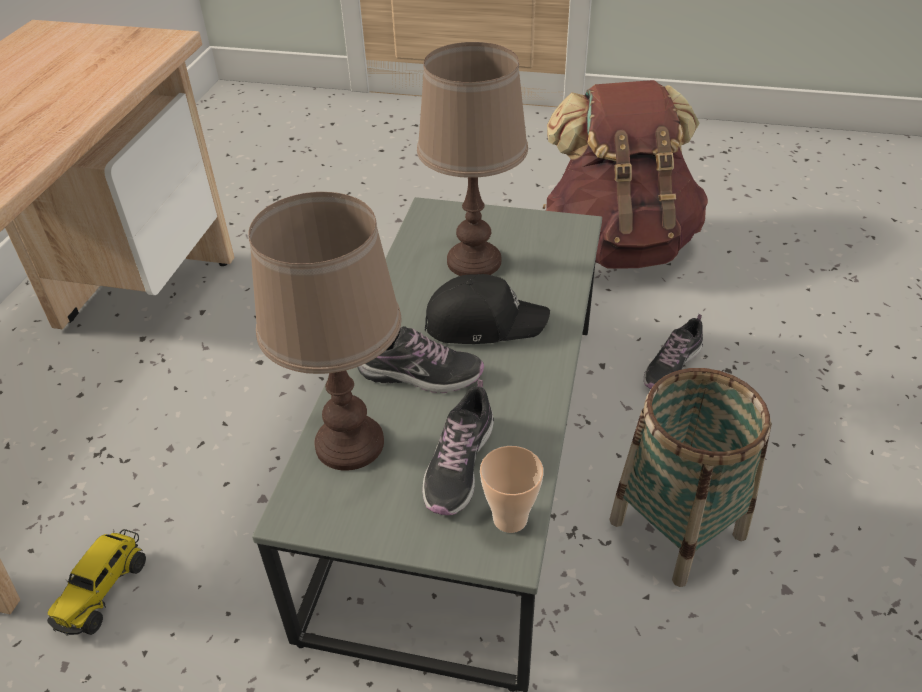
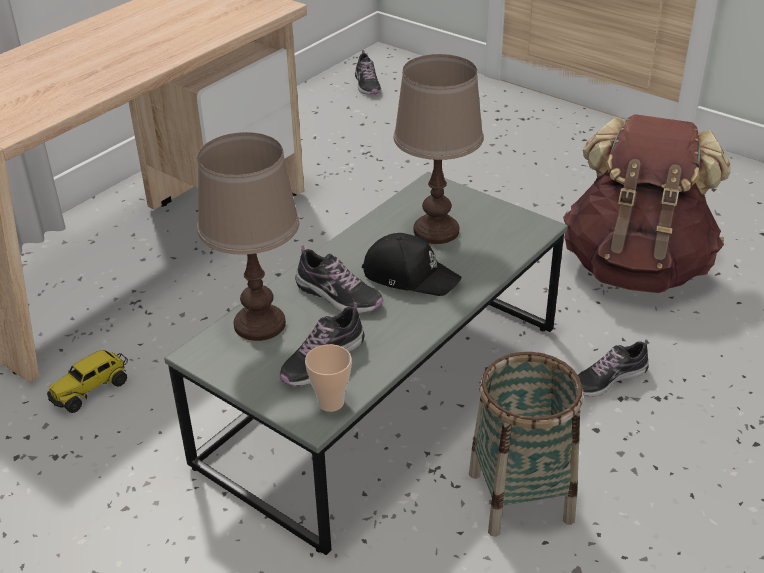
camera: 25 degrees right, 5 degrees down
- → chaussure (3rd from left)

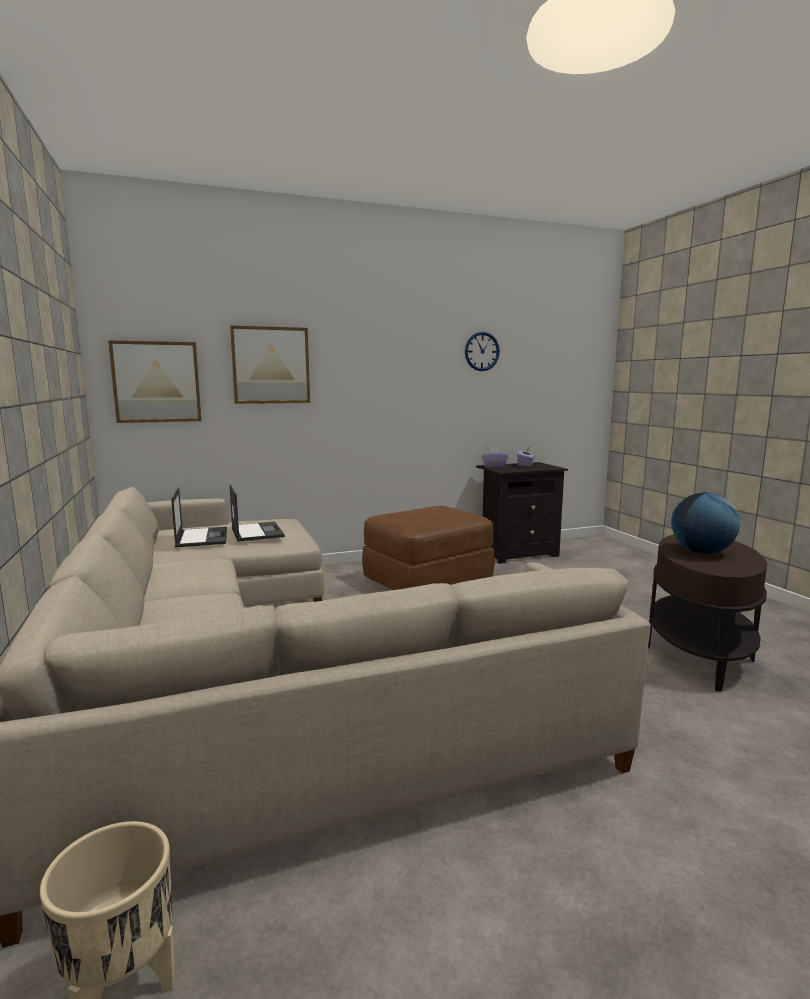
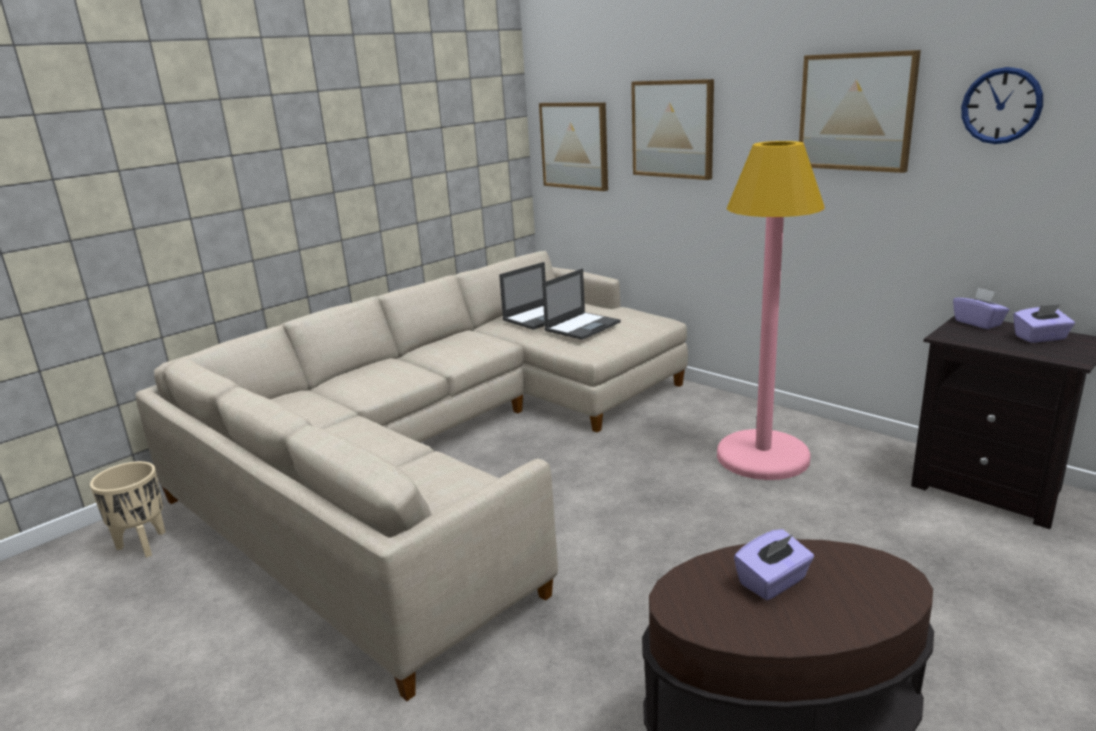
camera: 65 degrees right, 10 degrees up
pouf/marron → lampadaire/rose
globe → boîte à mouchoirs/violet (1st from left)
- → tableau (3rd from left)

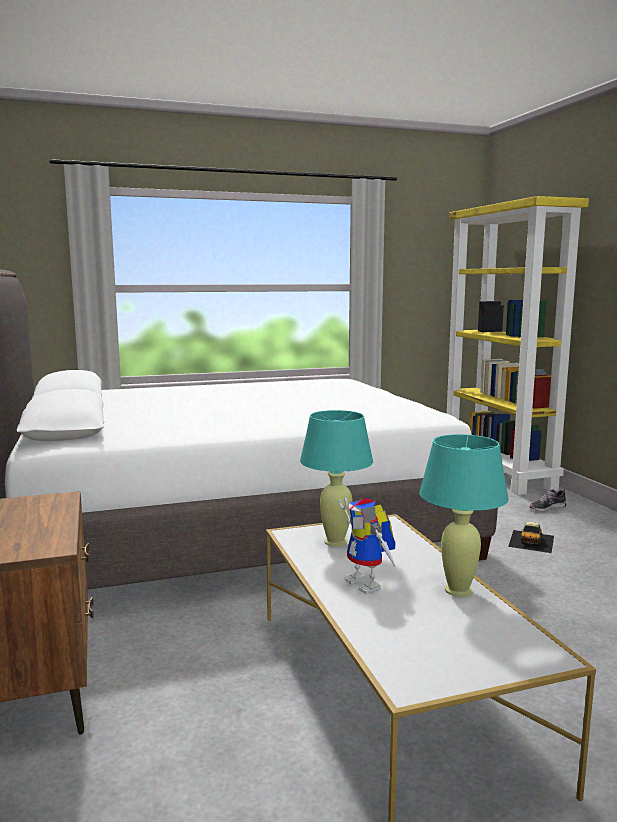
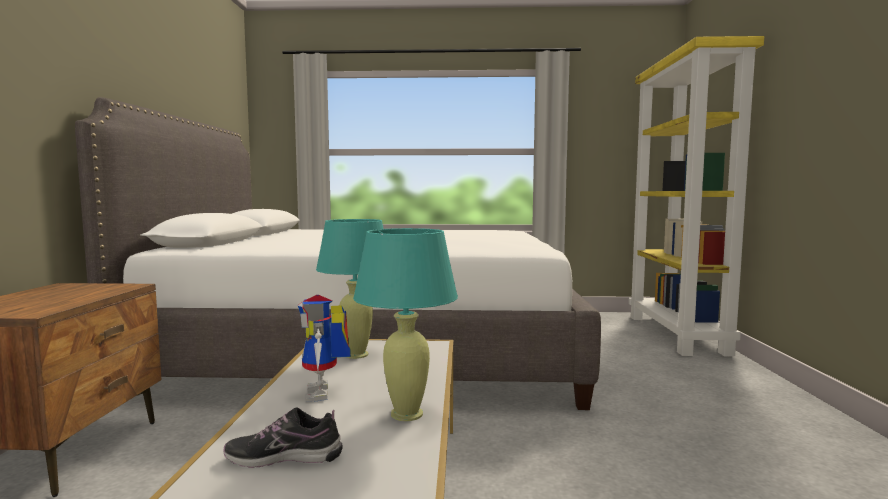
camera: 20 degrees right, 5 degrees down
chaussure, moved
petite voiture → -

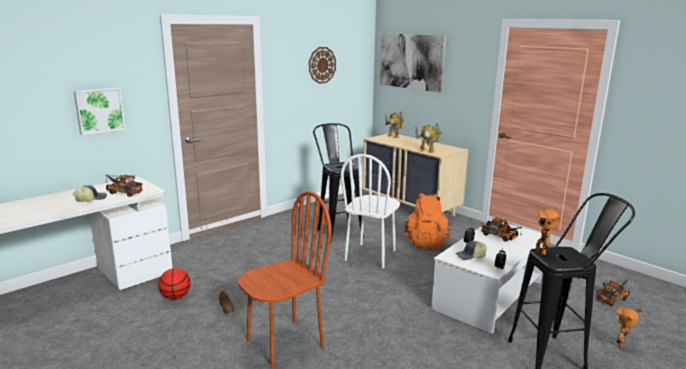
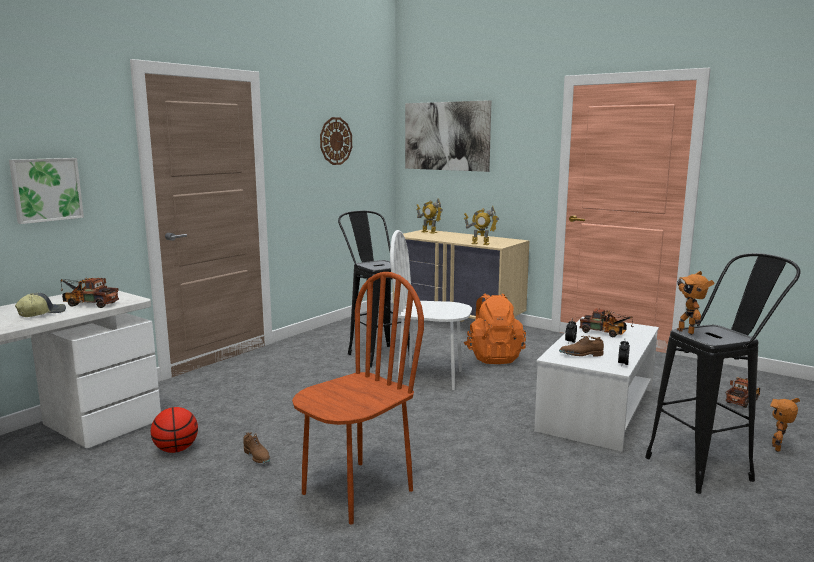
camera: 10 degrees left, 5 degrees down
chaise/blanc, 90 degrees clockwise
casquette (2nd from left) → chaussure/marron (2nd from left)

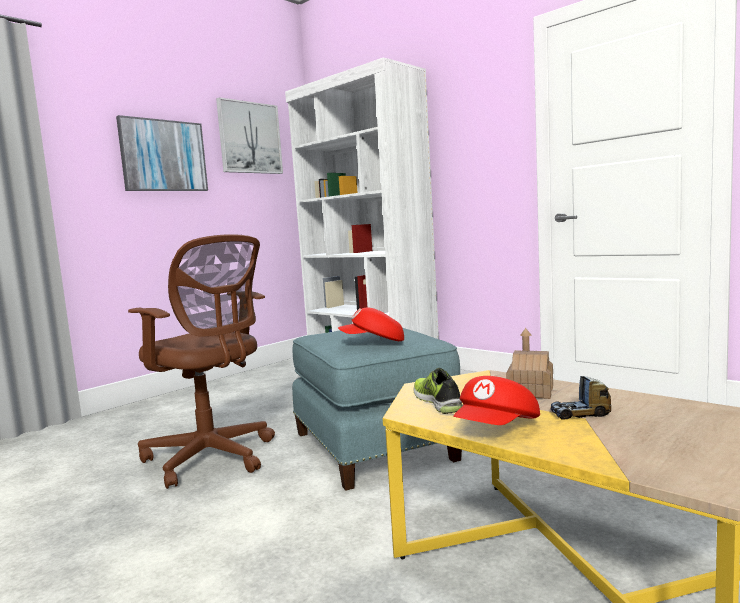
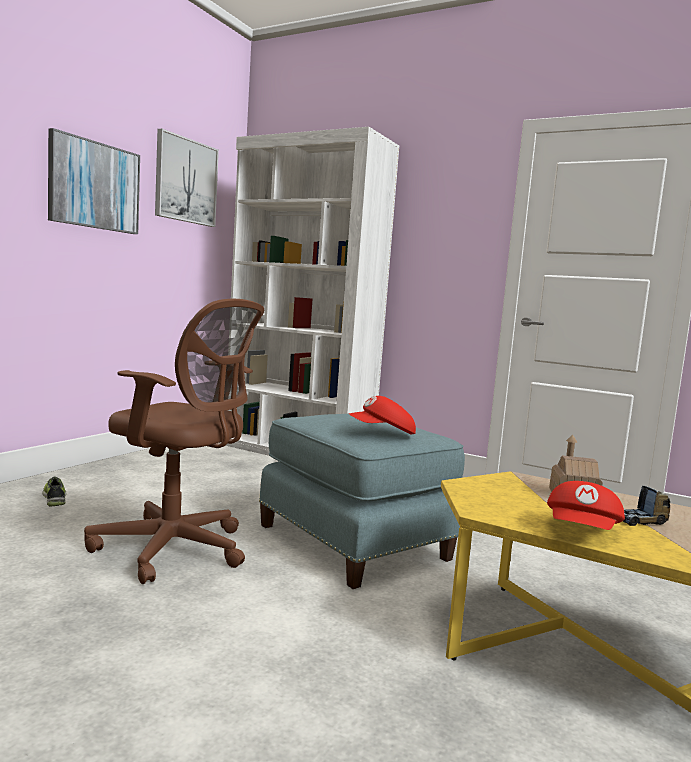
camera: 15 degrees left, 0 degrees up
chaussure, moved

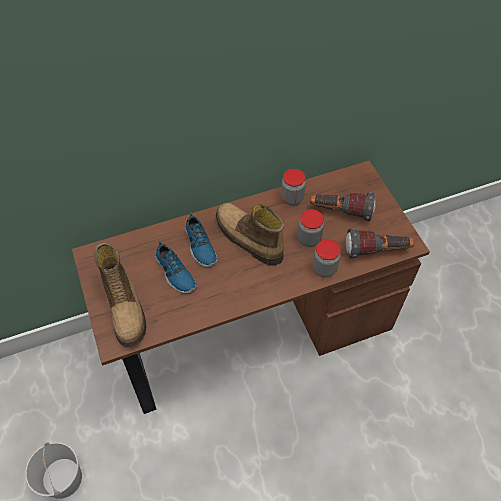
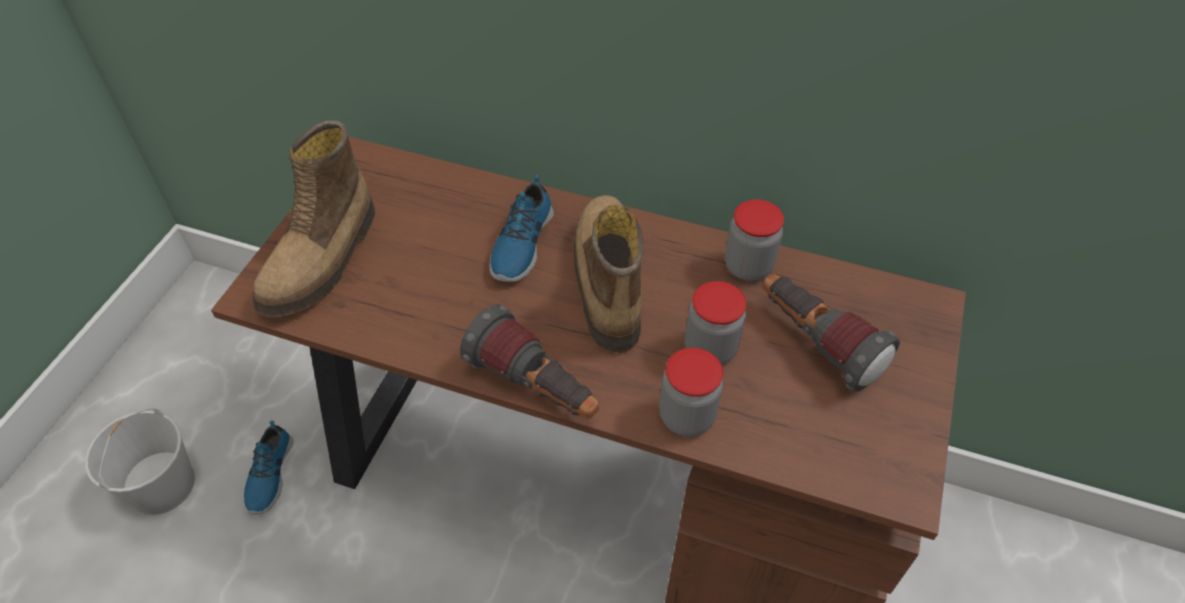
camera: 40 degrees right, 5 degrees down
chaussure (1st from left), moved
lampe de poche (2nd from left in the first image) → lampe de poche (1st from left), moved

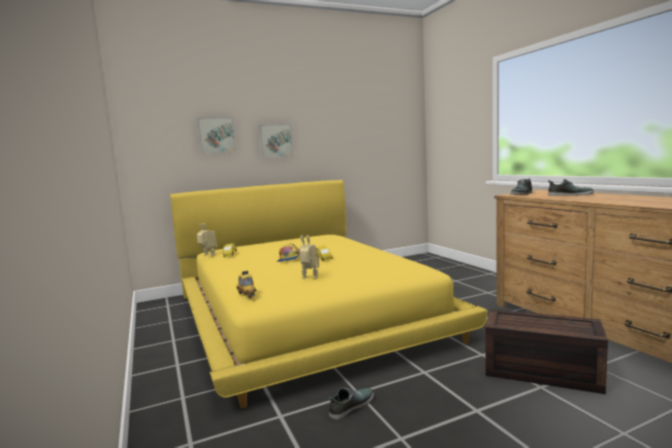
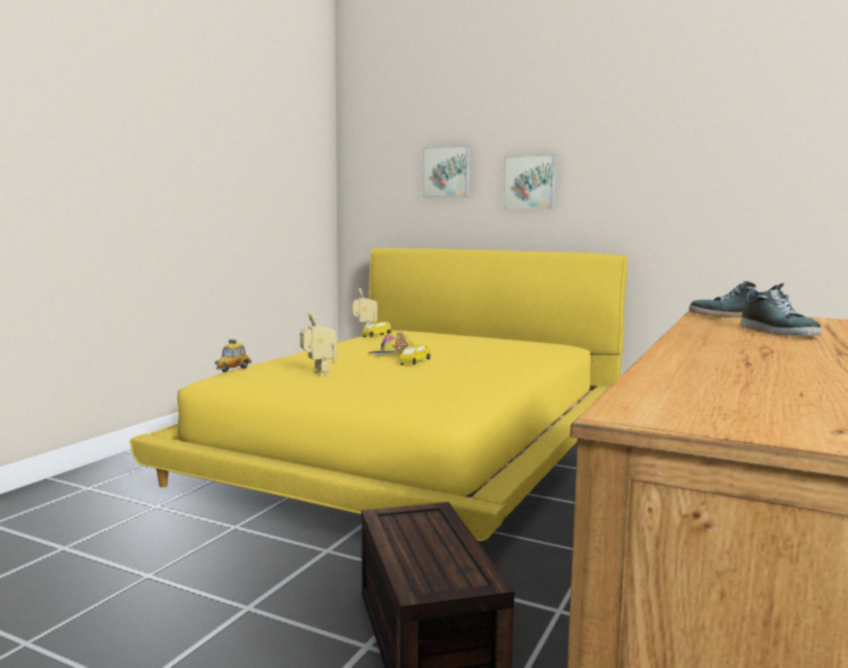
camera: 50 degrees right, 0 degrees up
chaussure (1st from left) → -

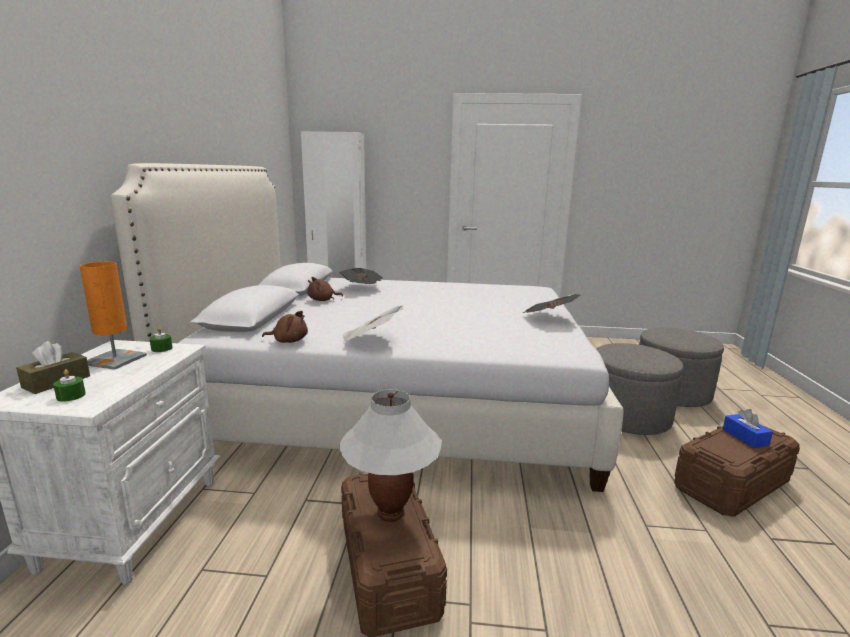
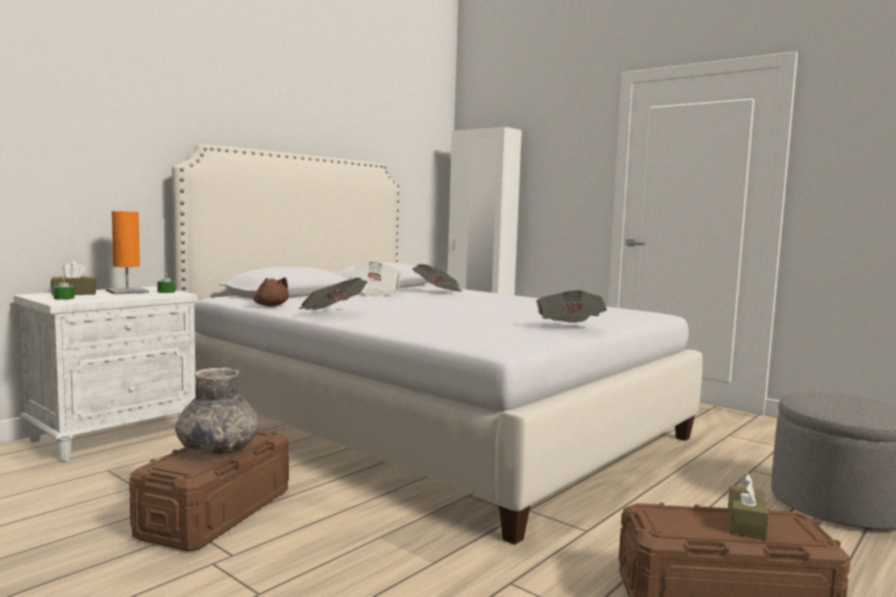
camera: 35 degrees right, 10 degrees down
lampe de table/blanc → vase/gris
peluche/marron (2nd from left) → journal (2nd from left)
boîte à mouchoirs/bleu → boîte à mouchoirs/marron (2nd from left)
pouf/gris (1st from left) → -

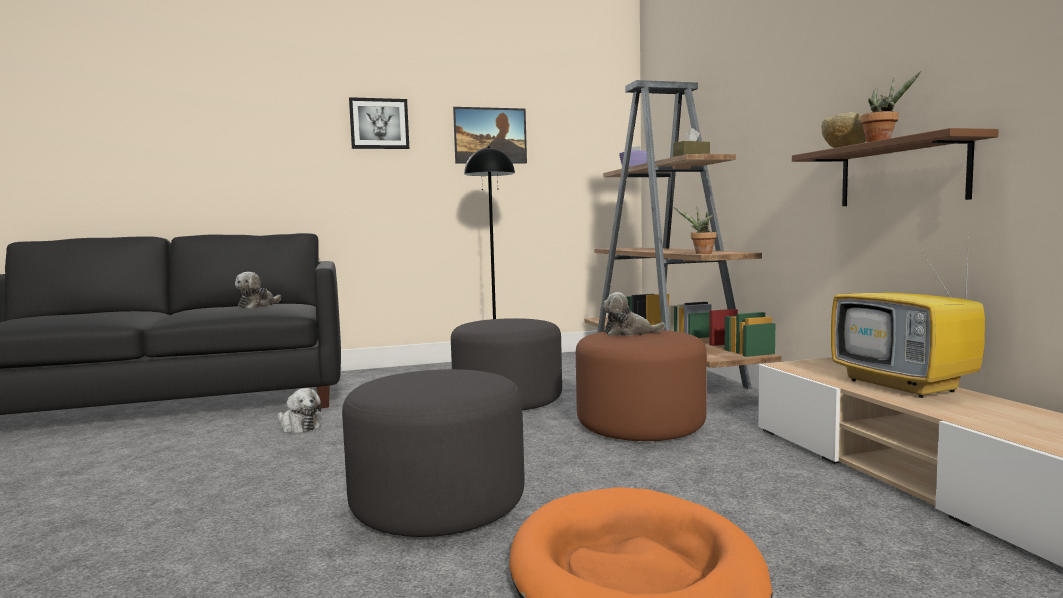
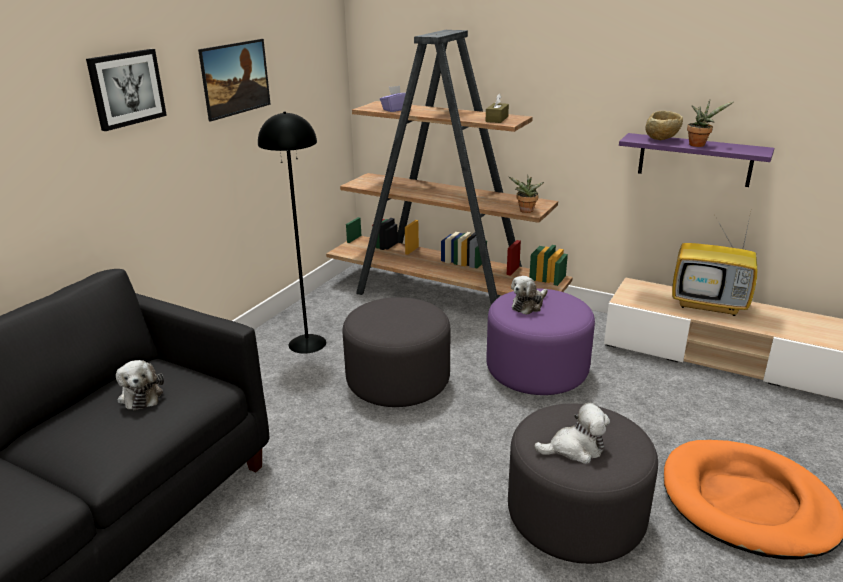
camera: 45 degrees left, 20 degrees up
pouf/marron → pouf/violet
peluche (2nd from left in the first image) → peluche (3rd from left), moved
étagère/marron → étagère/violet

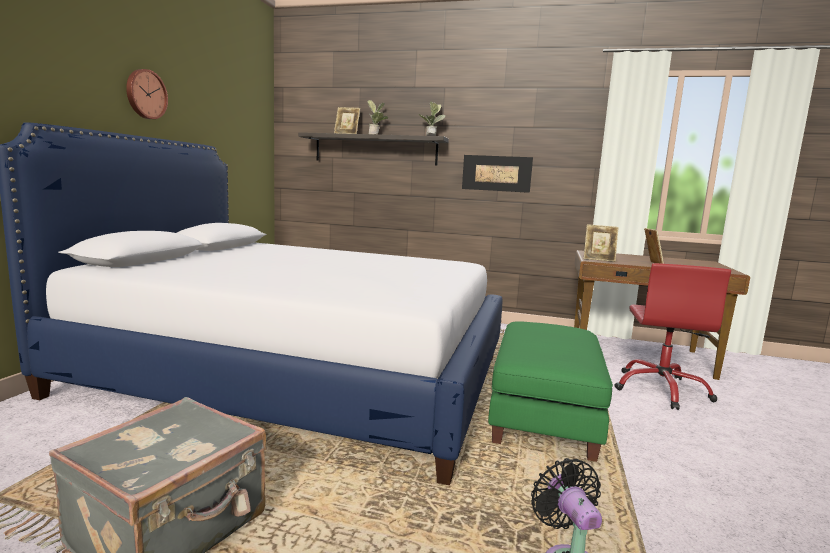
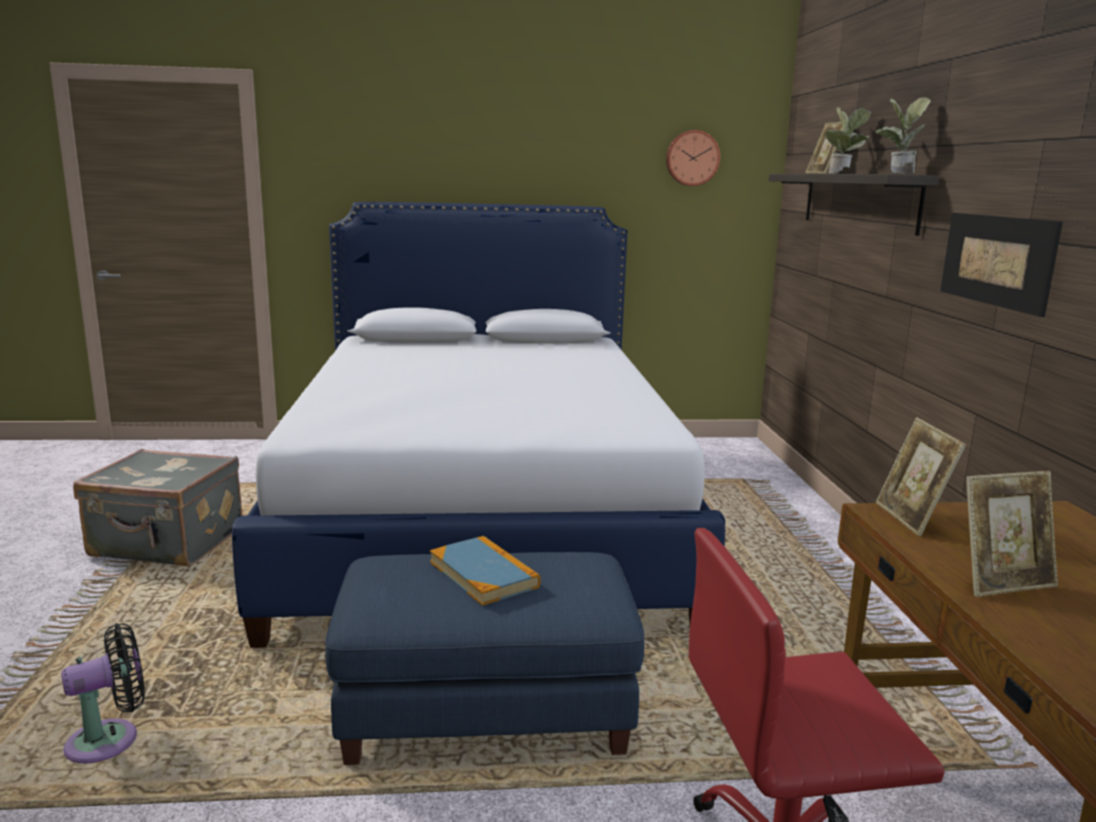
camera: 70 degrees right, 5 degrees up
pouf/vert → pouf/bleu
- → livre
horloge murale, moved

